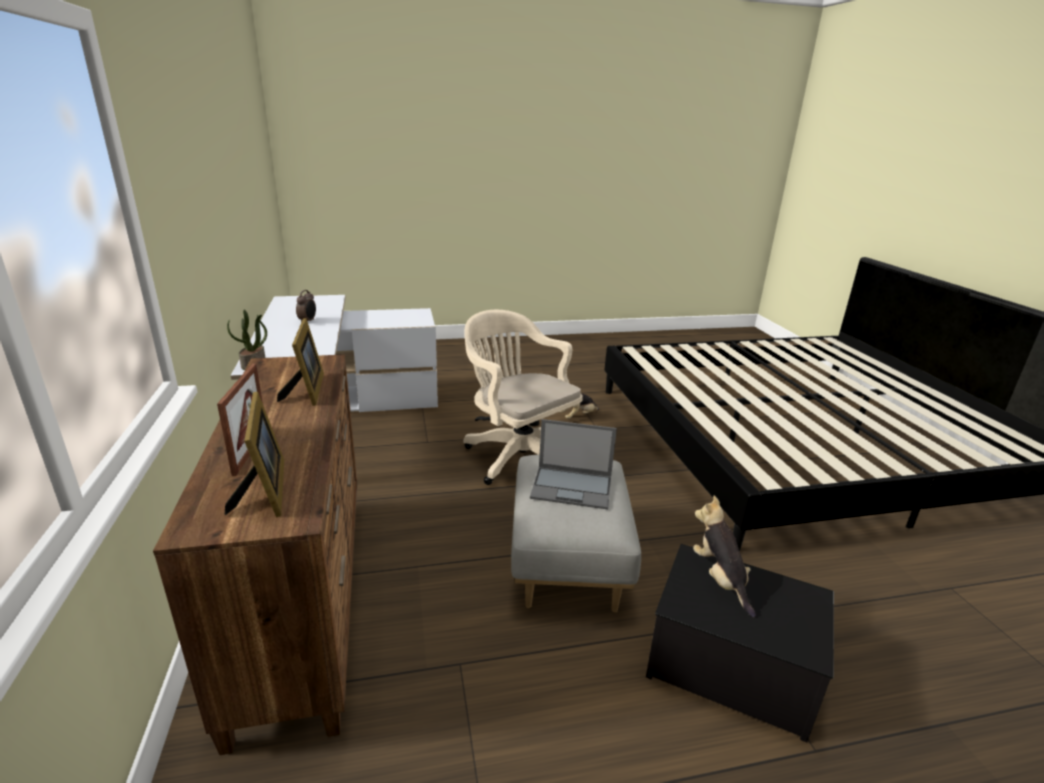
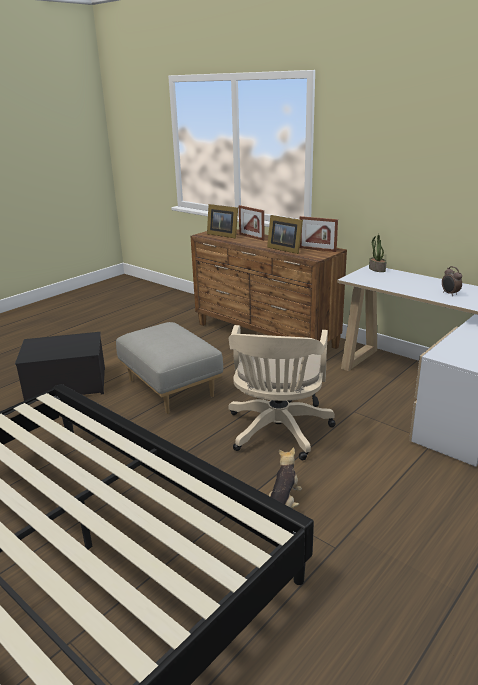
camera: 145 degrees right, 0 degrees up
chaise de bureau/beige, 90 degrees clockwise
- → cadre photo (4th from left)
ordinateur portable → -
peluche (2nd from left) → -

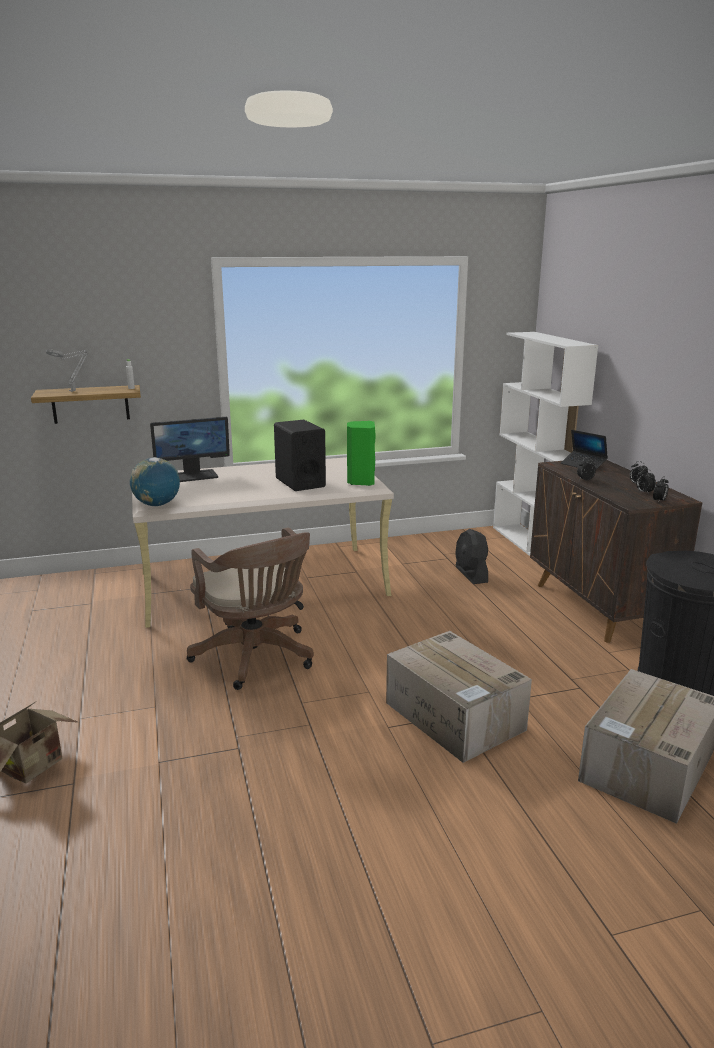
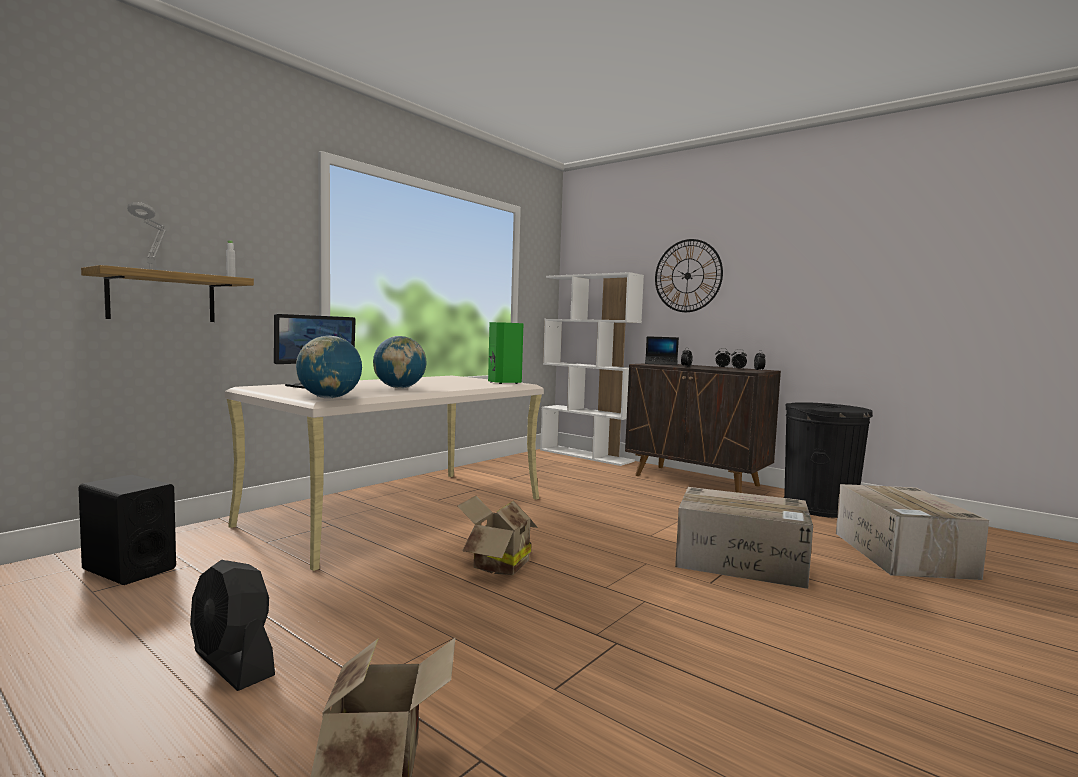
camera: 35 degrees left, 15 degrees down
enceinte/noir, moved
ventilateur/noir, moved
- → globe (2nd from left)
chaise de bureau/marron → carton (2nd from left)
- → horloge murale

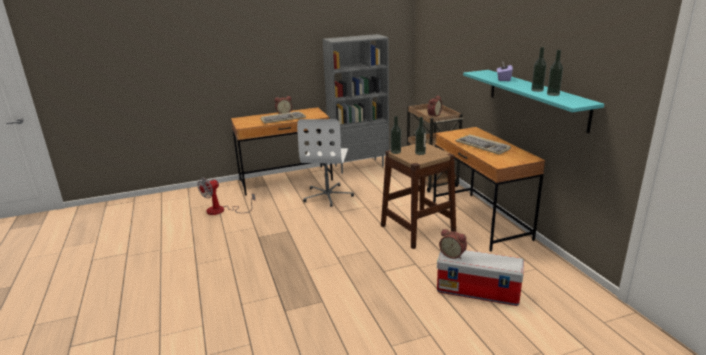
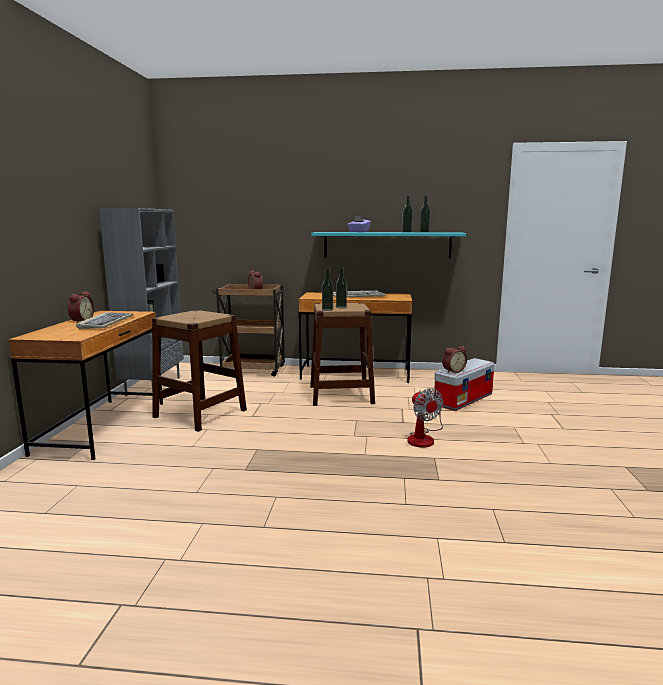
camera: 65 degrees left, 10 degrees down
chaise de bureau/blanc → tabouret/marron (1st from left)
ventilateur, moved

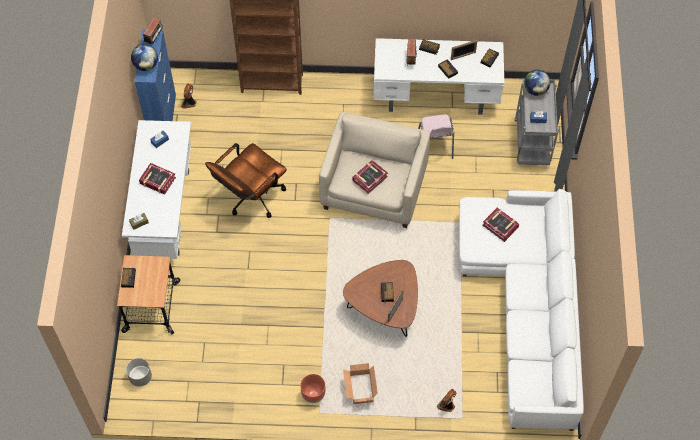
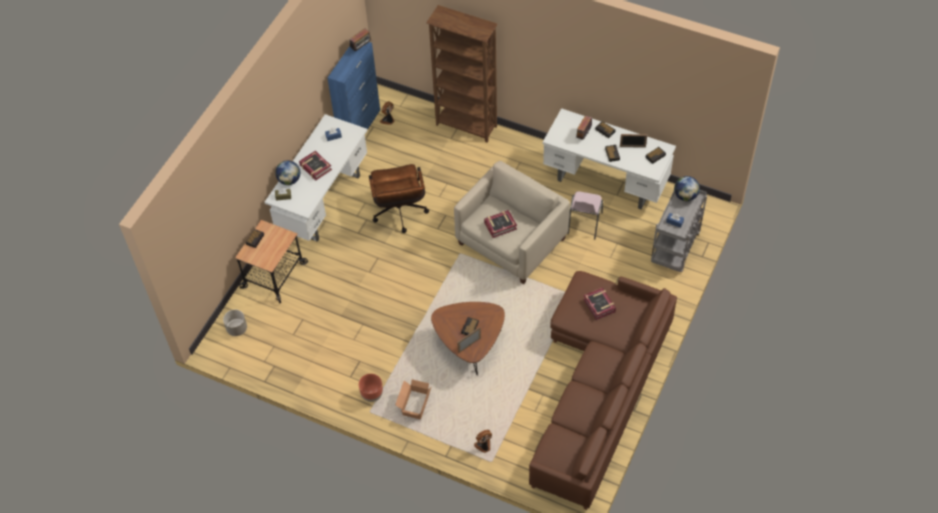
camera: 25 degrees right, 5 degrees down
globe (1st from left), moved
chaise de bureau/marron, 75 degrees counterclockwise
canapé/blanc → canapé/marron

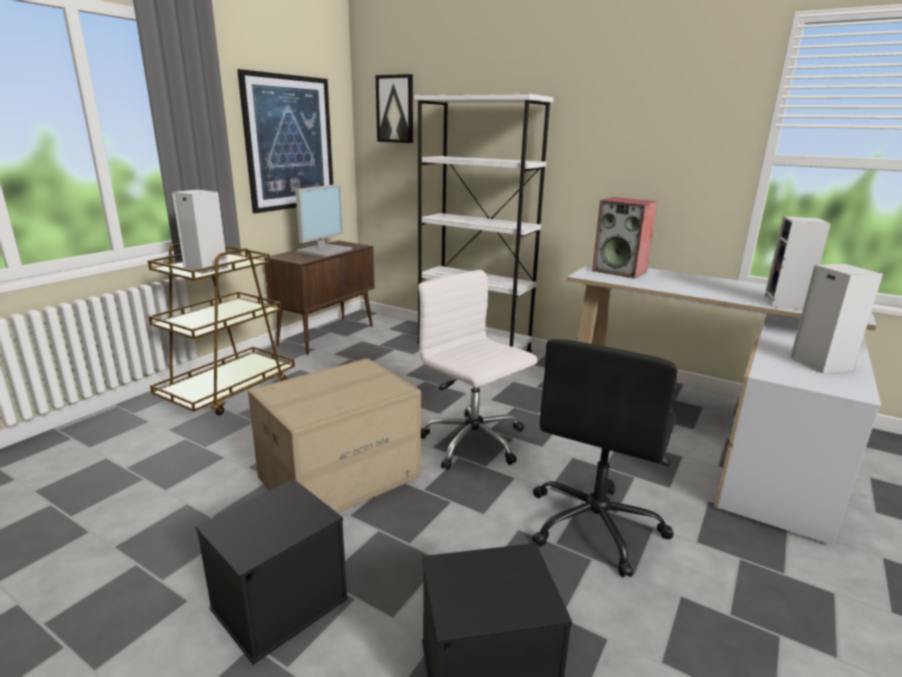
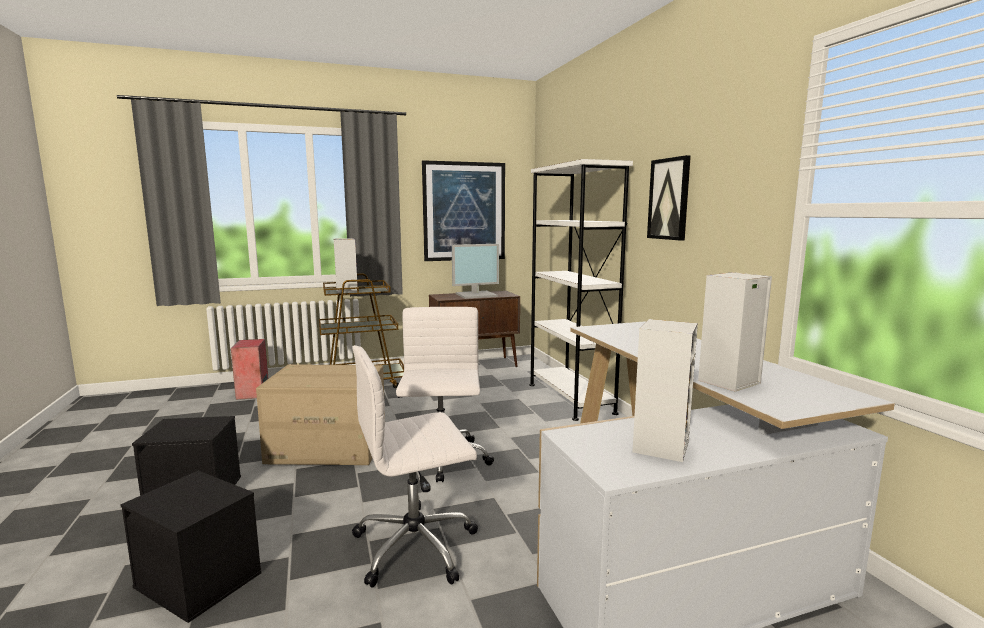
camera: 40 degrees right, 10 degrees down
enceinte (2nd from left in the first image) → enceinte (1st from left), moved
chaise de bureau/noir → chaise de bureau/blanc (1st from left)
tableau (2nd from left), moved

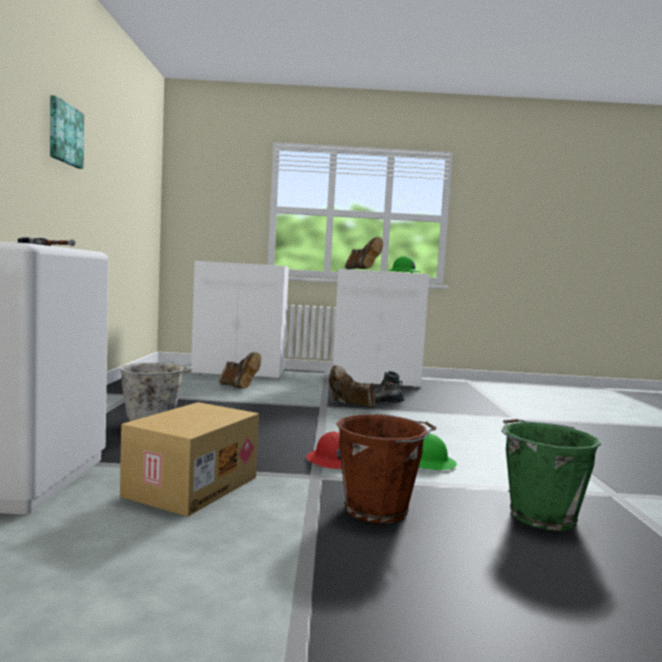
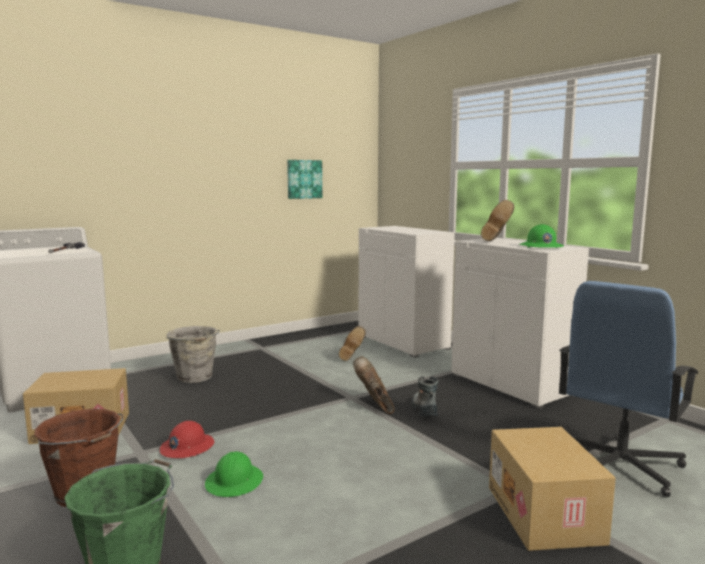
camera: 55 degrees right, 5 degrees up
tableau, moved
- → carton (2nd from left)
- → chaise de bureau/bleu

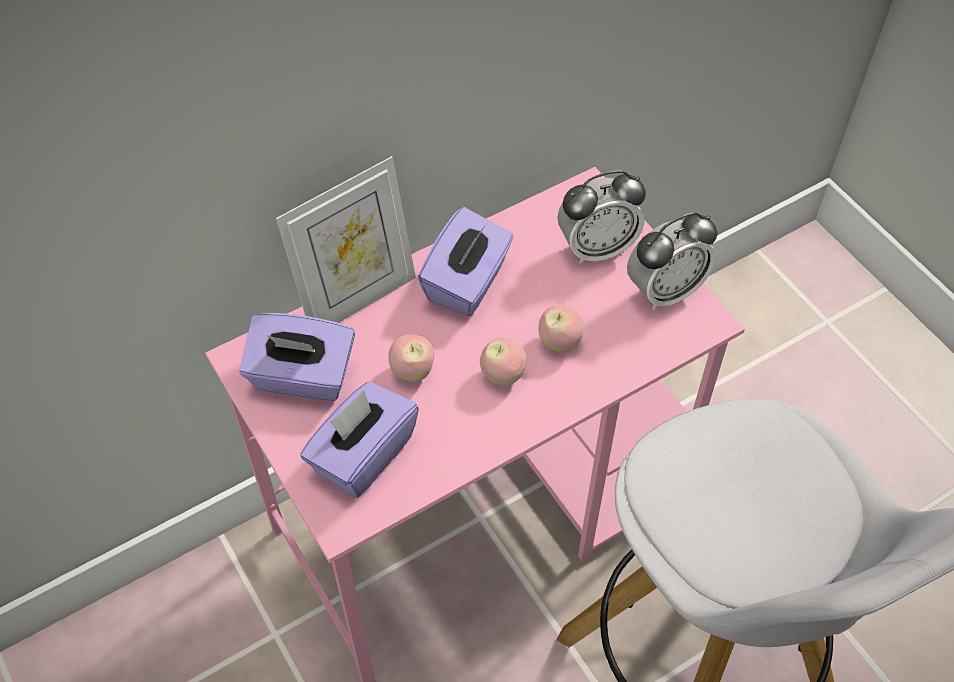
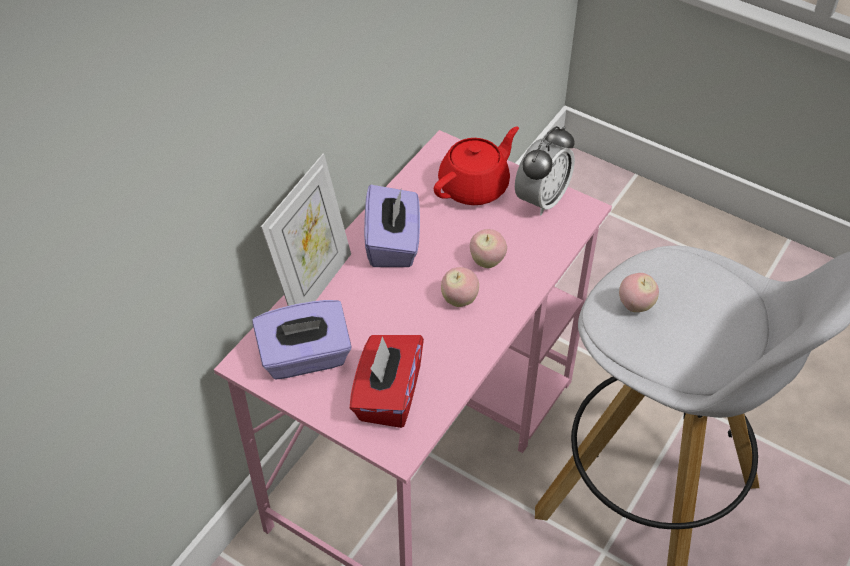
camera: 25 degrees left, 5 degrees down
boîte à mouchoirs/violet (2nd from left) → boîte à mouchoirs/rouge
réveil (1st from left) → théière/rouge
pomme (1st from left in the first image) → pomme (3rd from left), moved

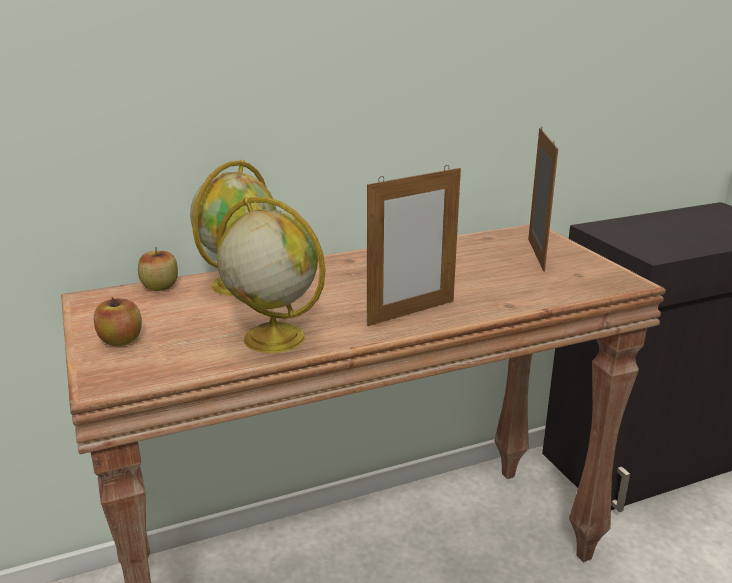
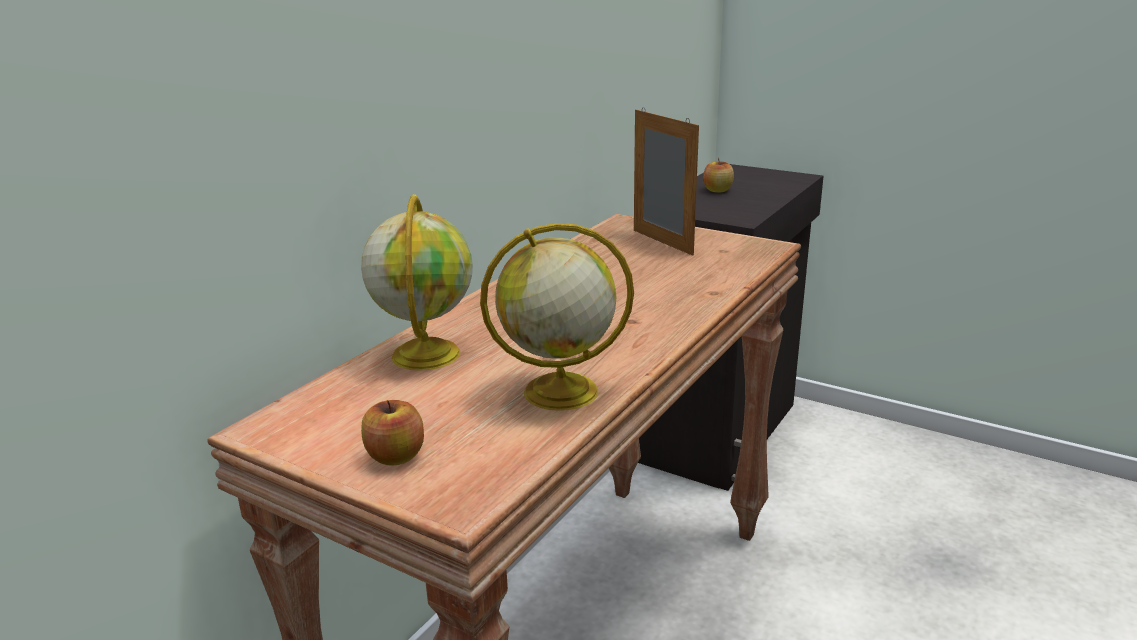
camera: 35 degrees left, 0 degrees up
pomme (2nd from left), moved
cadre photo (1st from left) → -

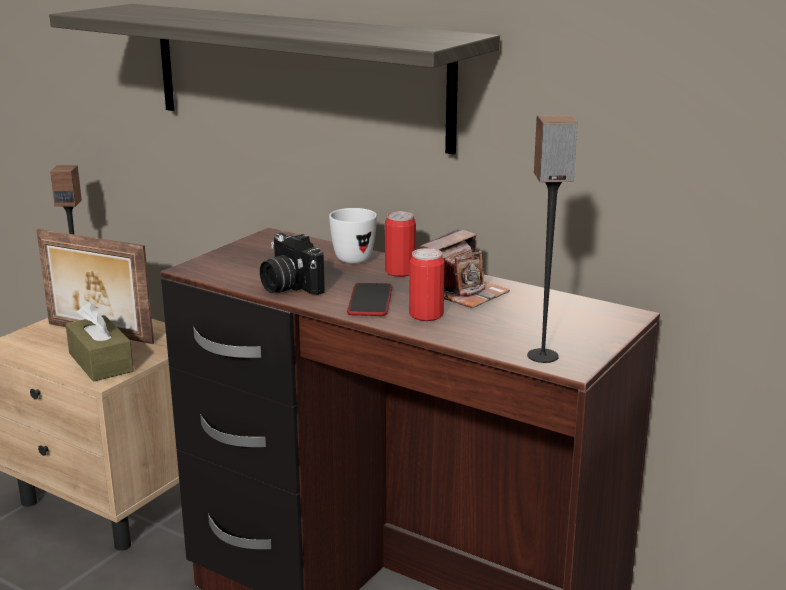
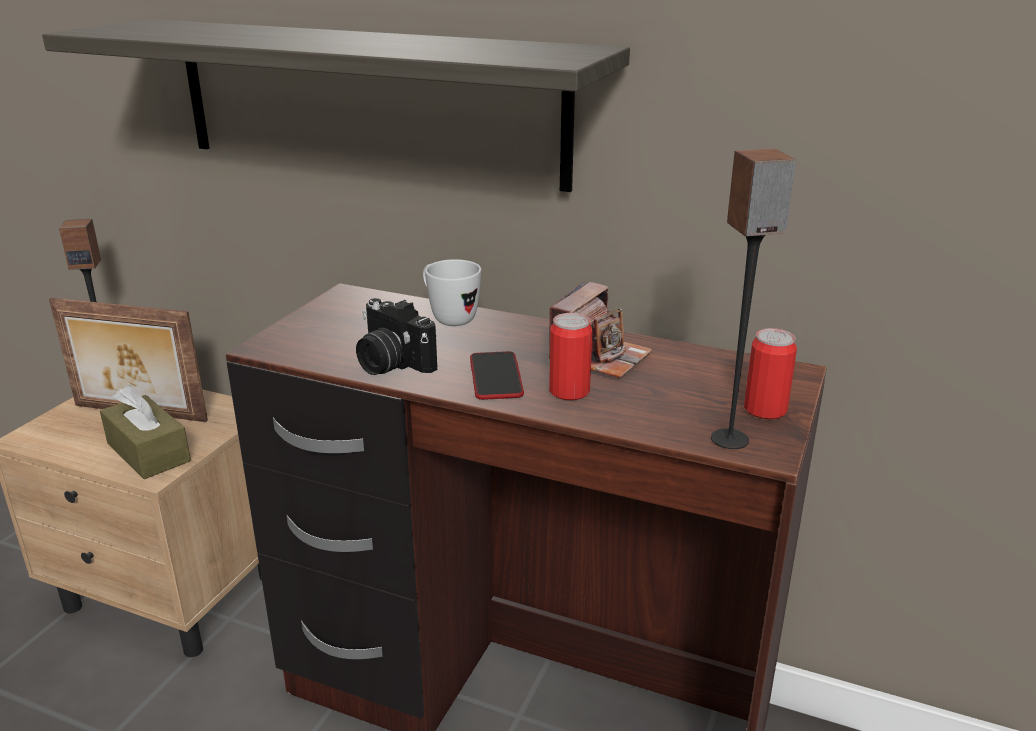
camera: 10 degrees left, 5 degrees up
boîte métallique (1st from left in the first image) → boîte métallique (2nd from left), moved

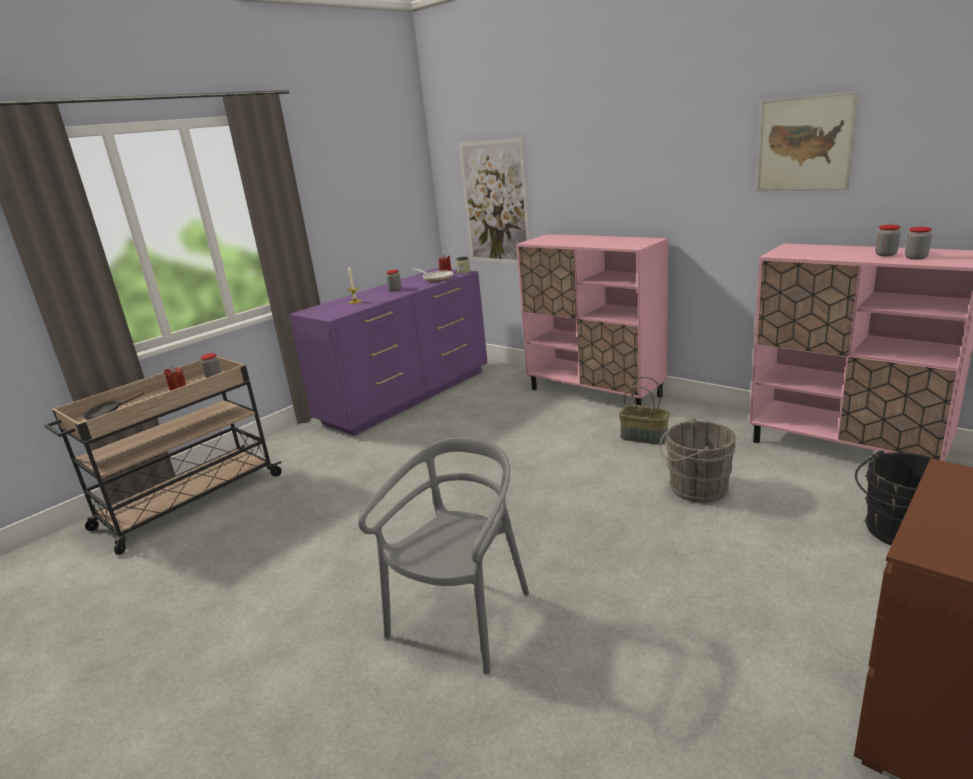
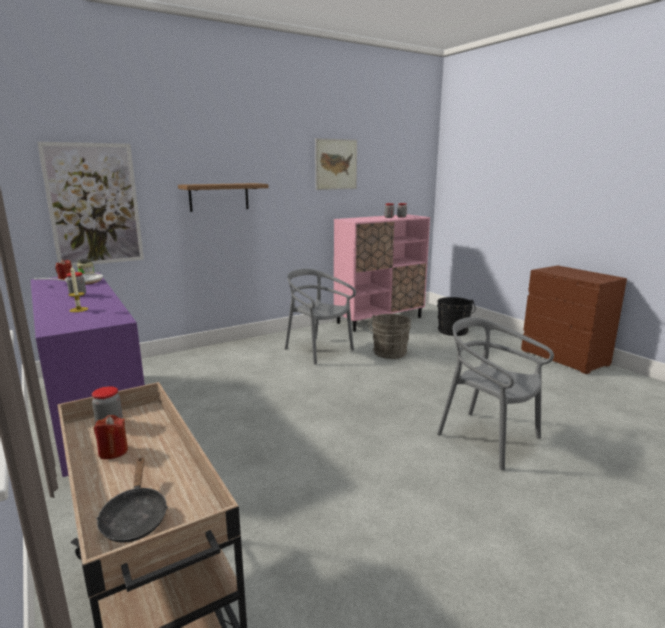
camera: 75 degrees left, 5 degrees down
- → étagère
panier → chaise/gris (1st from left)
meuble de rangement/rose (1st from left) → -

